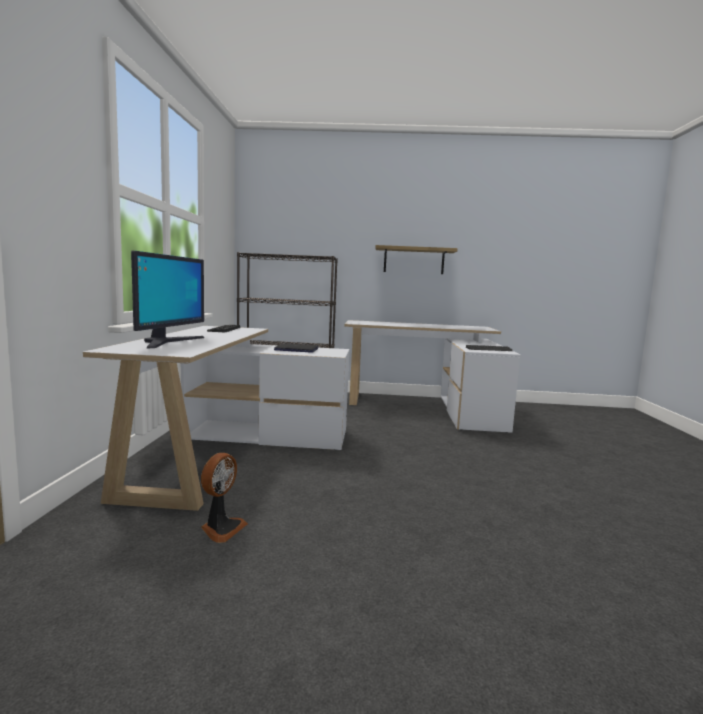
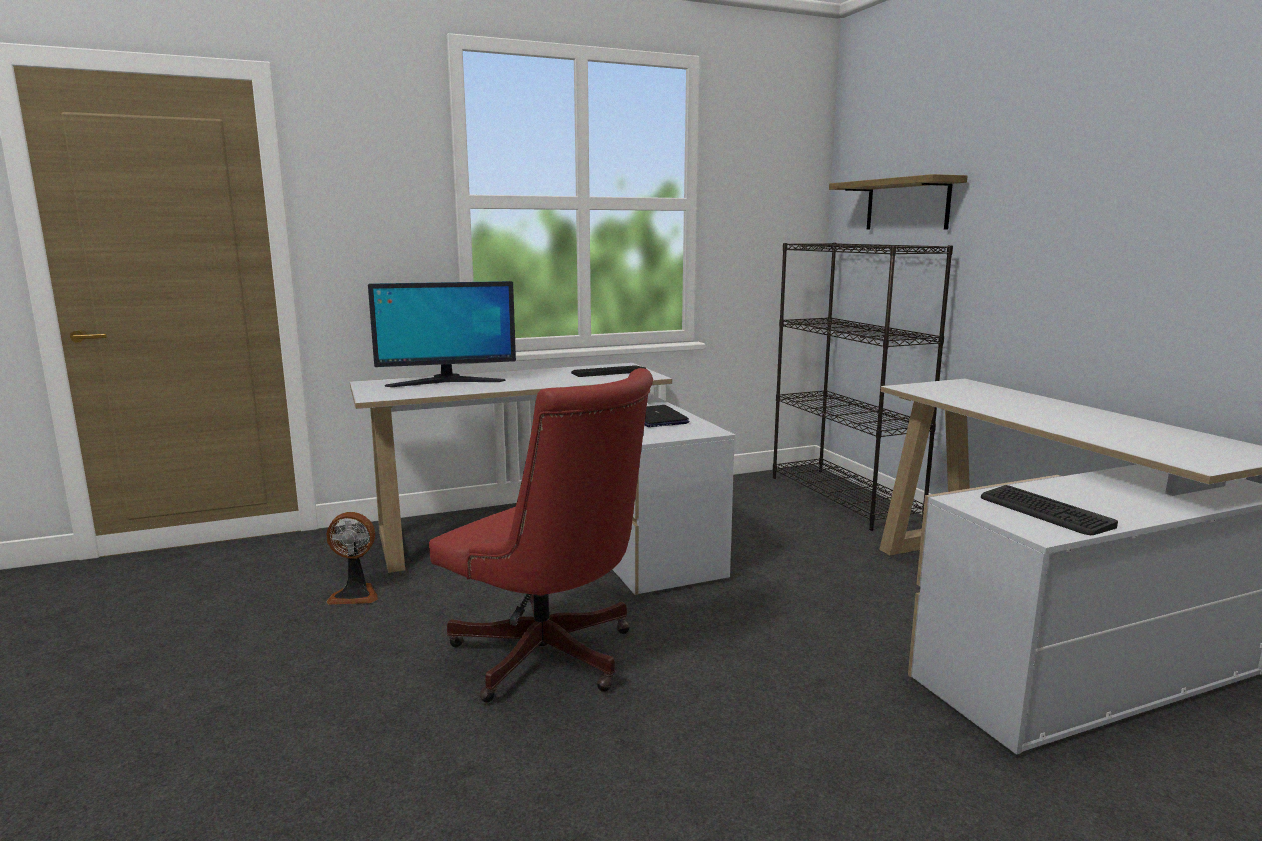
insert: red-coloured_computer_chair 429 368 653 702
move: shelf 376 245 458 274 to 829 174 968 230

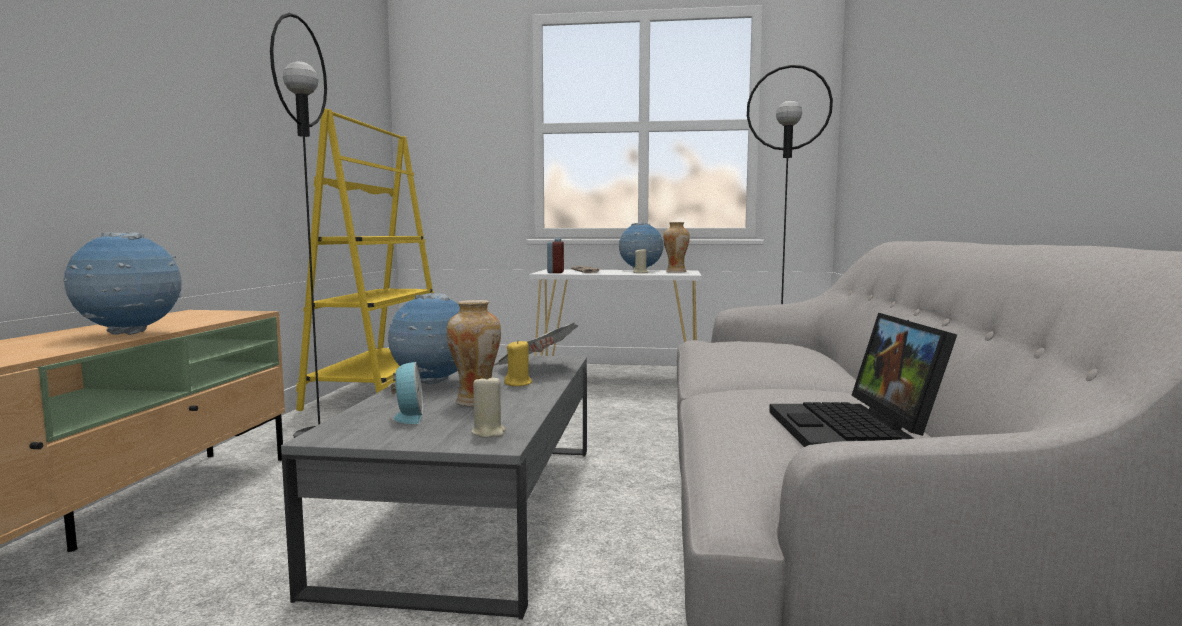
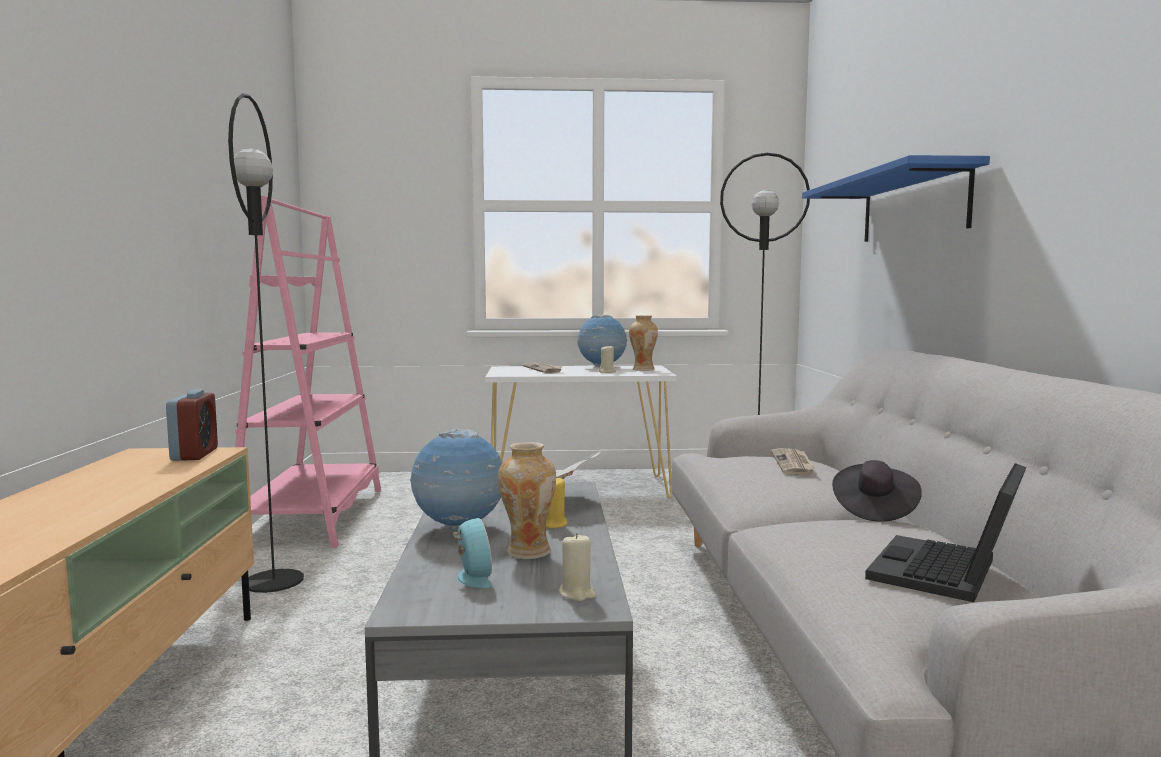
delete: globe 63 232 181 335
insert: printed_paper 771 448 815 475; bluish_shelf 802 155 990 242; black_hat 832 460 922 522
move: table_clock 547 238 564 273 to 166 389 218 461
recolor: yellow_bookshelf 296 109 434 411 to pinkish_bookshelf 235 195 381 548
rotate: portable_computer 769 313 957 447 = 865 463 1026 602 45 degrees clockwise

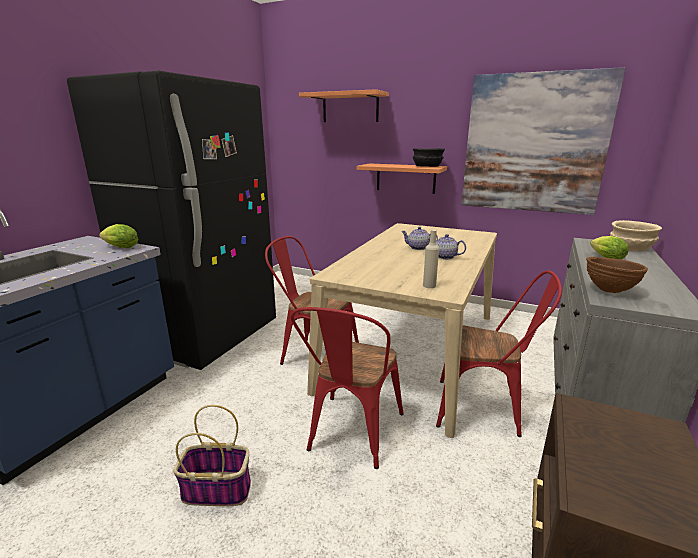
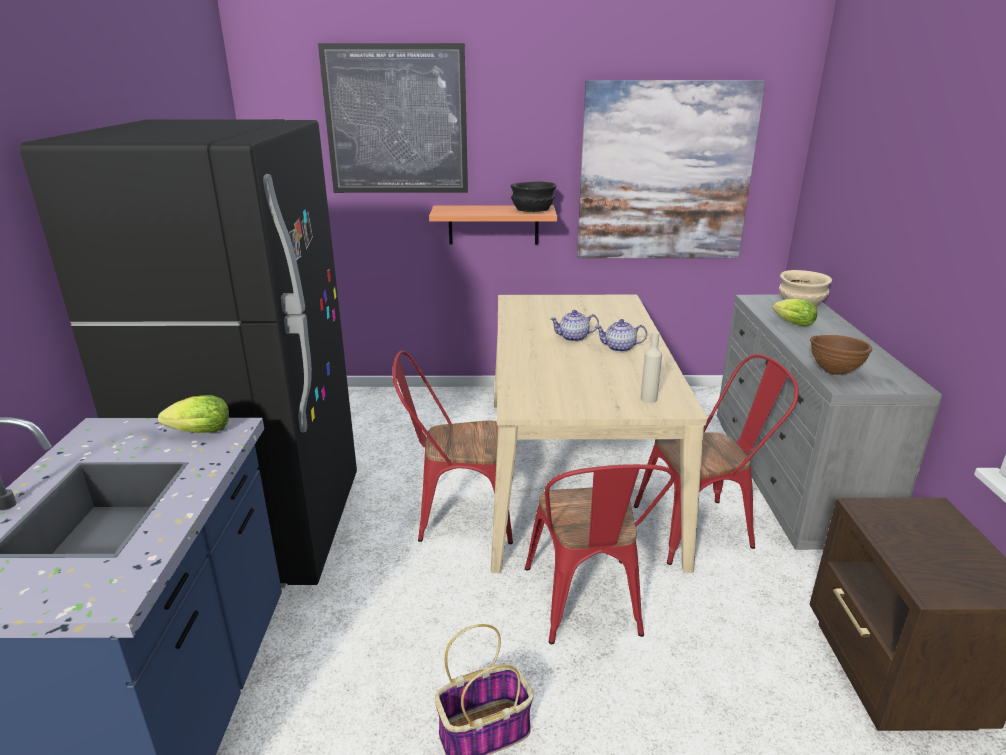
replace: shelf 299 89 389 122 to picture 318 43 468 193

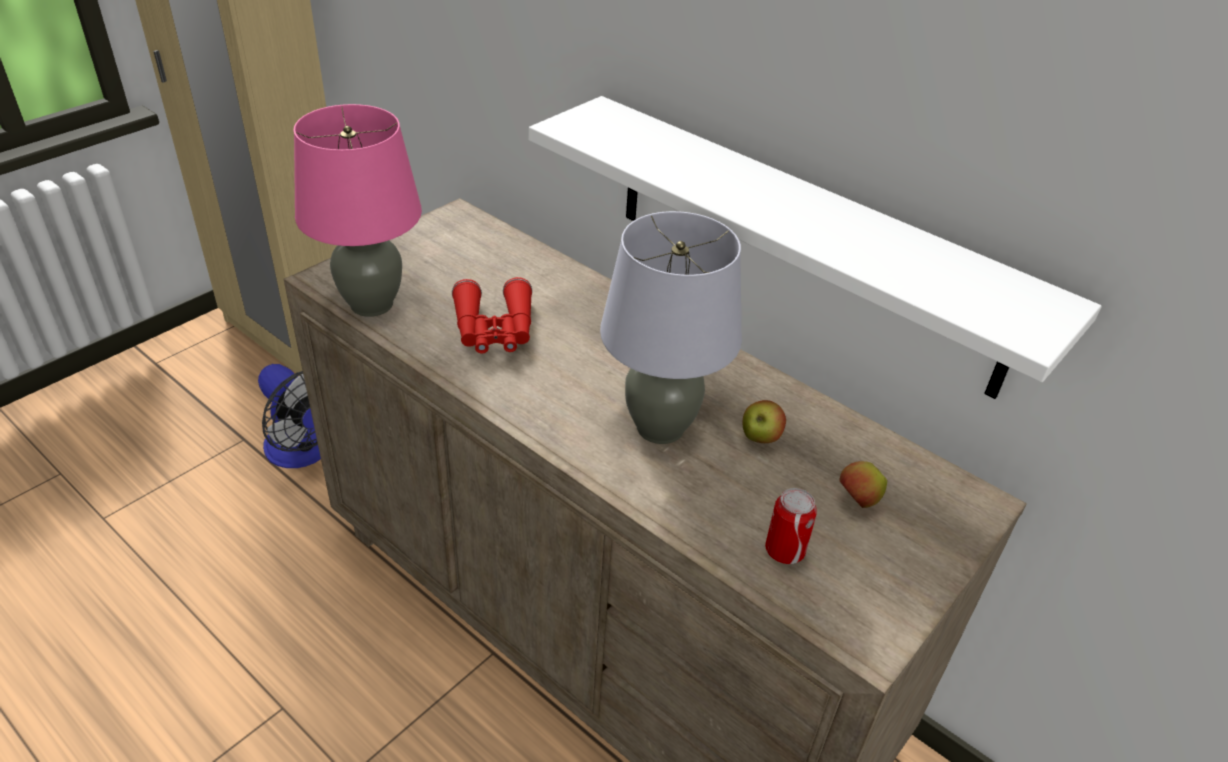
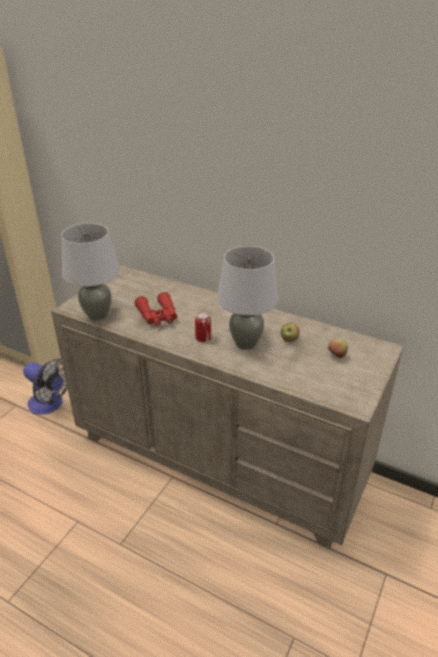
delete: white-coloured_shelf 529 96 1102 399
move: metal_can 765 488 817 564 to 195 312 211 342
recolor: pinkish_tabletop_lamp 293 104 422 317 to greyish_tabletop_lamp 61 223 120 320

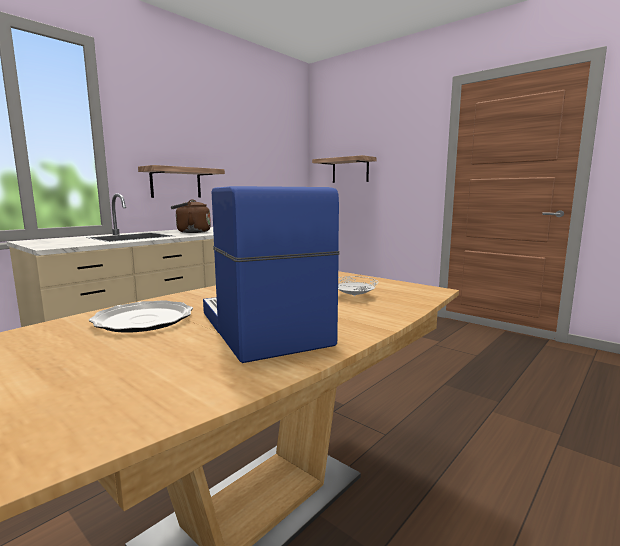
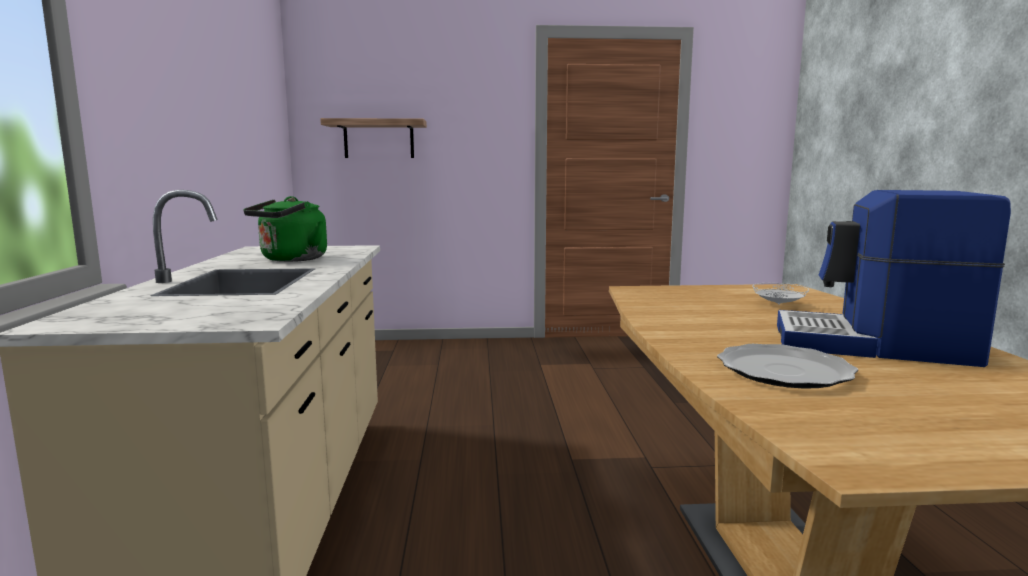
delete: shelf 138 165 225 198
recolor: brownish_water_kettle 171 199 211 233 to greenish_water_kettle 243 196 327 262

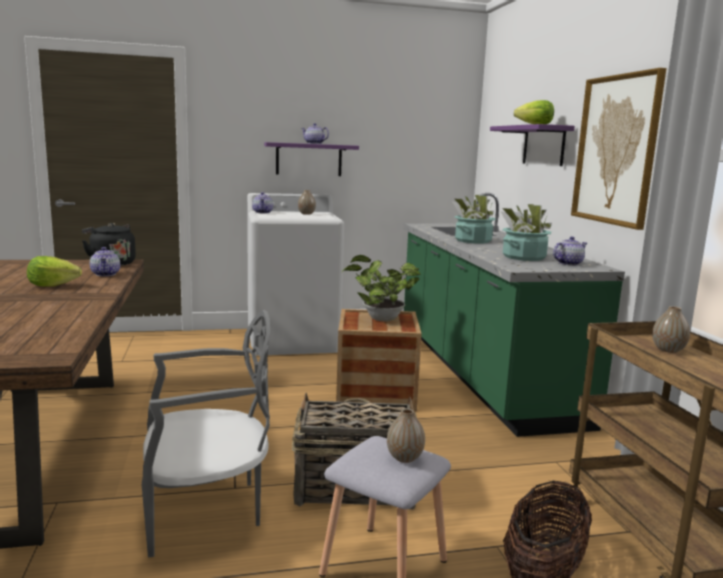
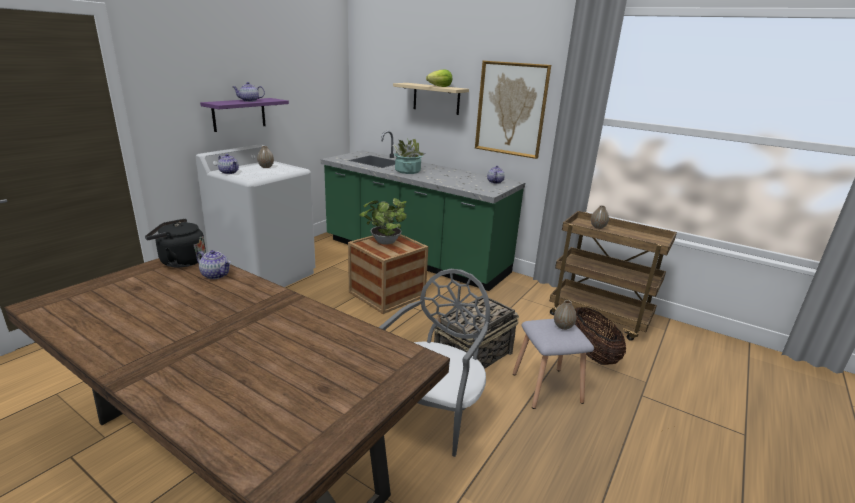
delete: lettuce_head 27 256 82 287; potted_plant 500 204 552 261
recolor: purplish_shelf 490 124 575 166 to beige_shelf 393 83 469 115

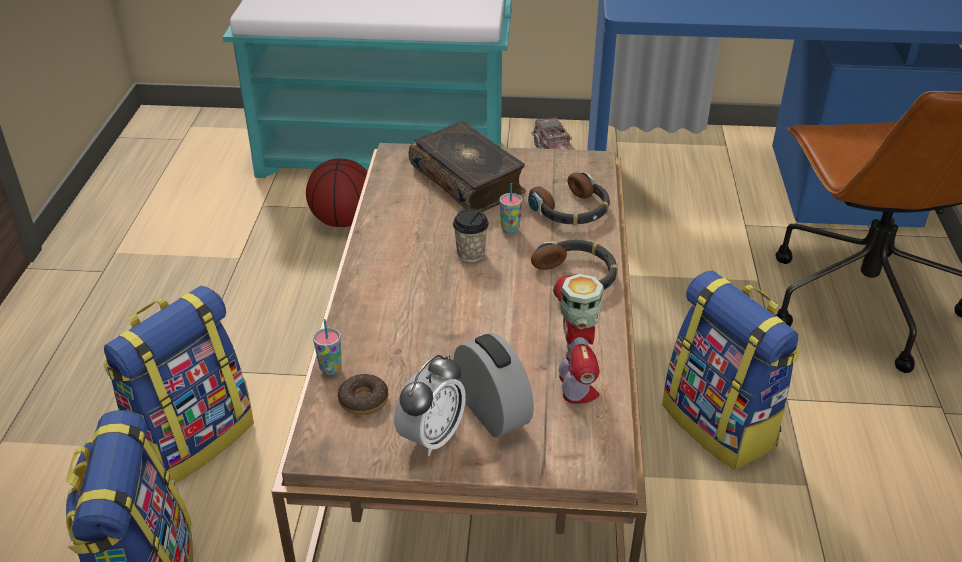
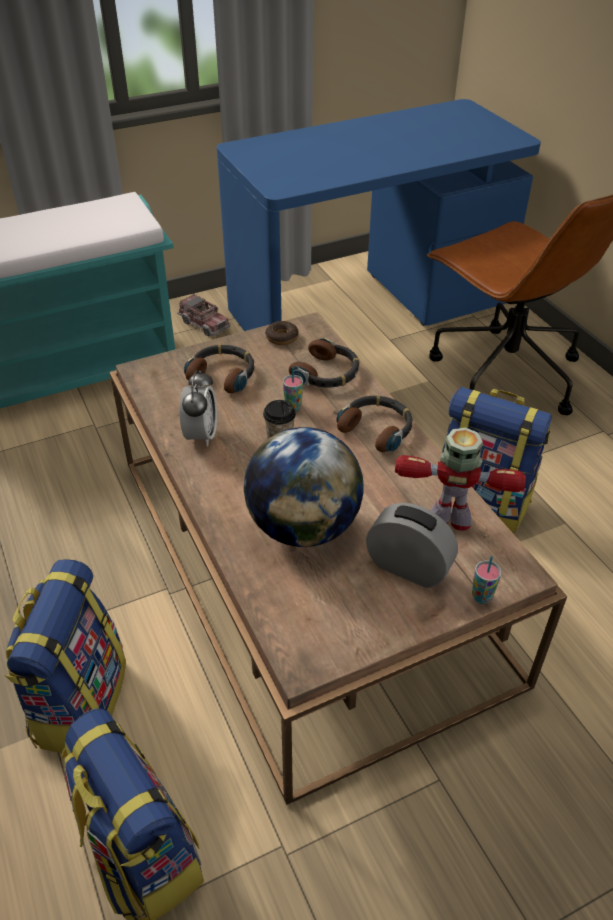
delete: ball_for_basketball 306 158 368 227
insert: globe 244 427 364 547
move: cup 313 319 342 375 to 472 556 502 604; donut 338 374 388 415 to 265 321 299 345; table_clock 394 355 466 456 to 179 370 217 447
replace: volume 409 121 526 212 to headphones 184 344 254 393
rotate: toy_robot 556 274 604 404 = 395 428 526 531 45 degrees counterclockwise

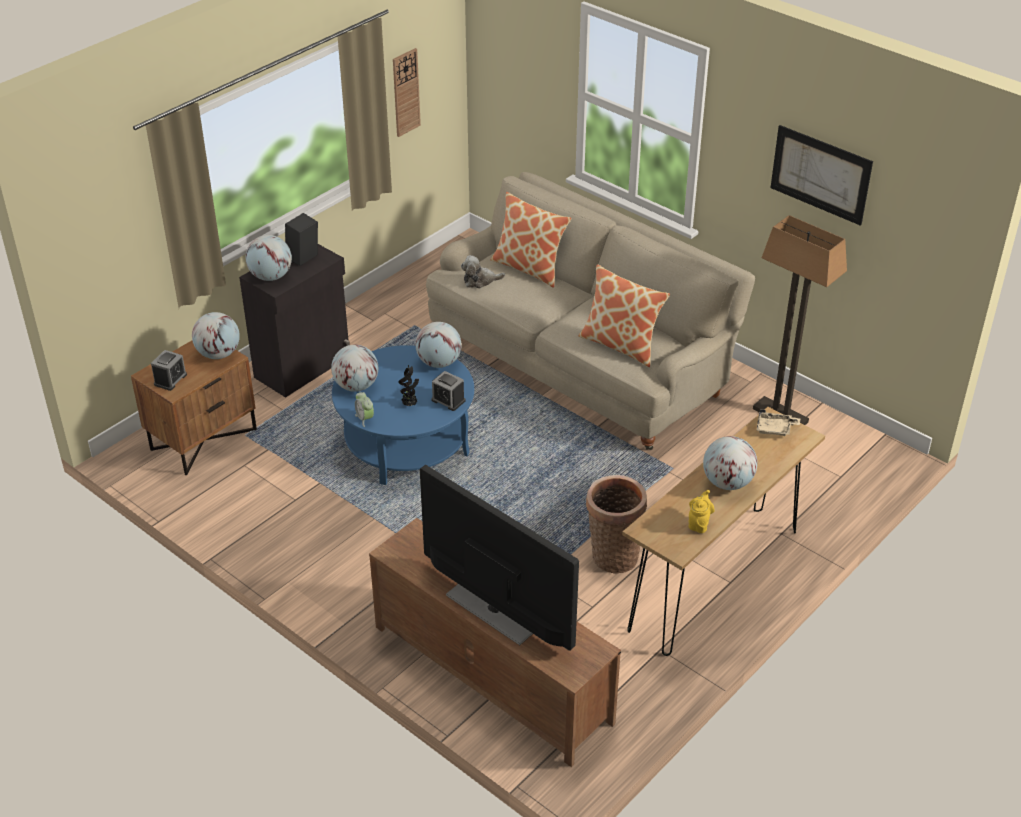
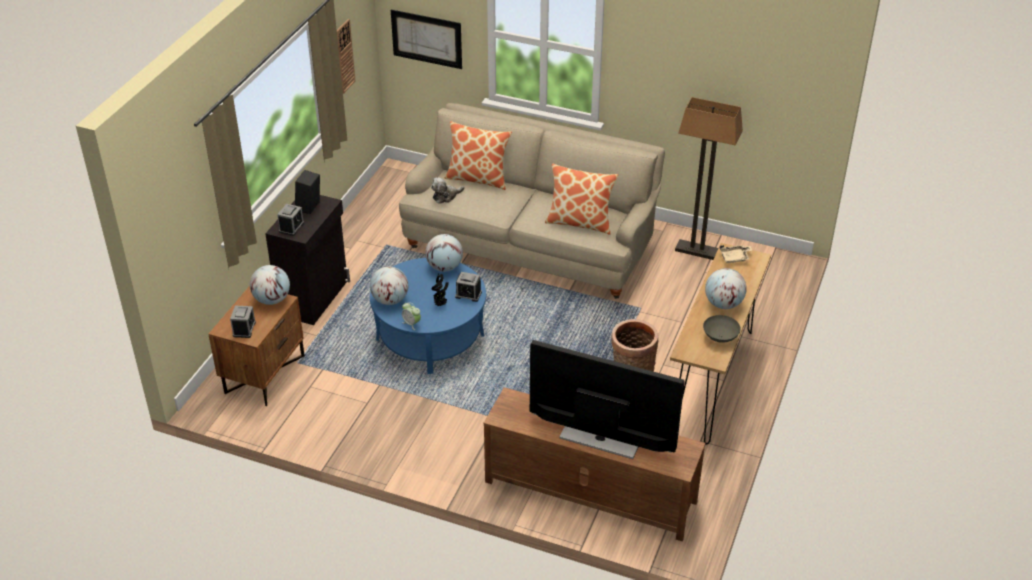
move: picture 771 125 873 226 to 391 10 462 69
replace: globe 246 235 292 281 to table_clock 277 204 304 236; yellow_teapot 689 490 715 533 to greyish_deep_dish 703 315 741 343

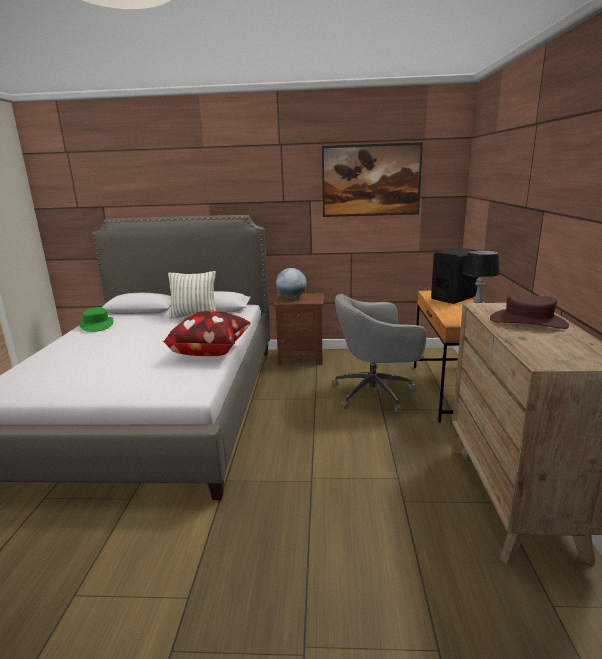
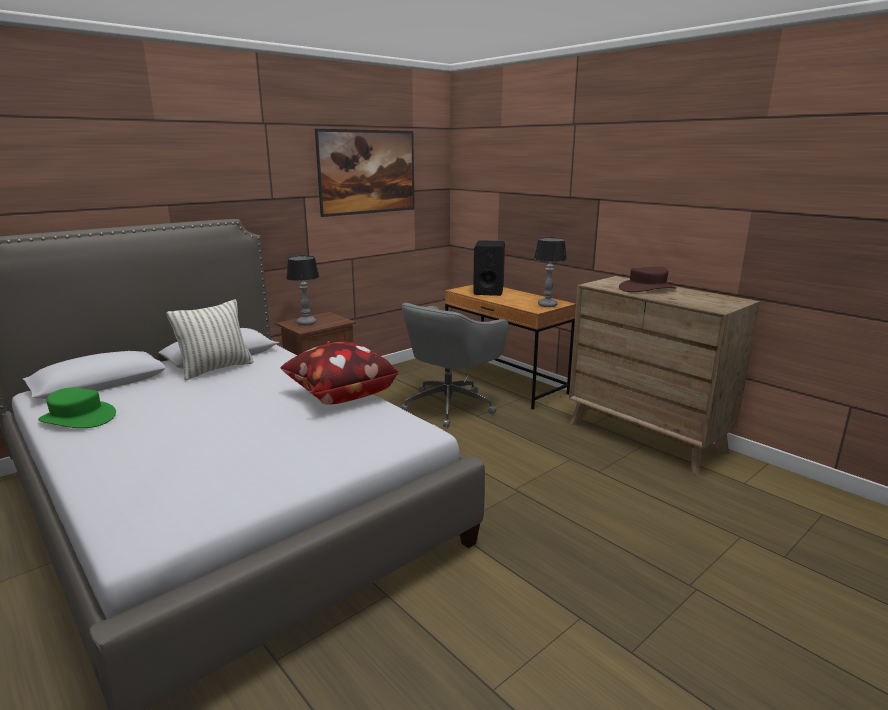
replace: globe 276 268 307 299 to tabletop_lamp 286 256 320 325

